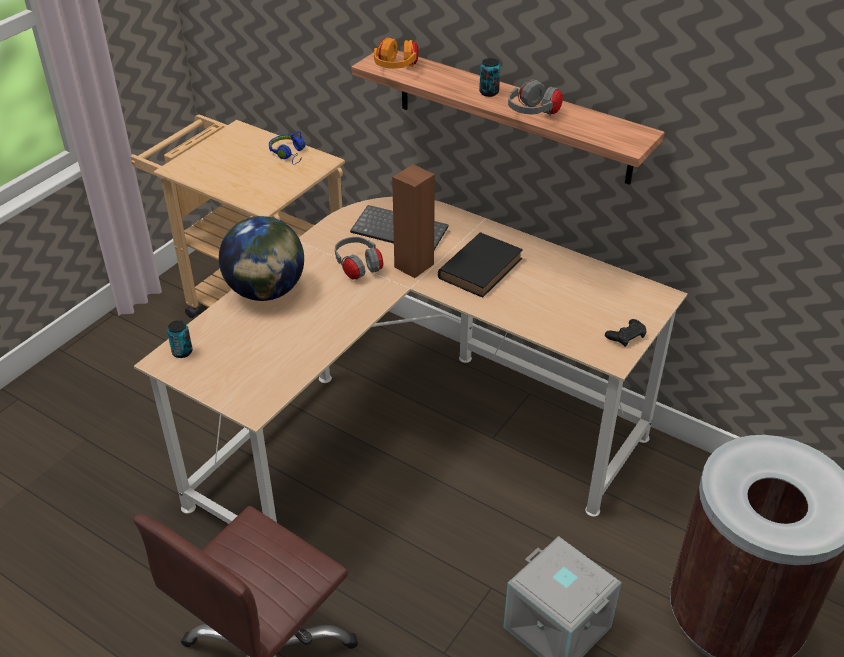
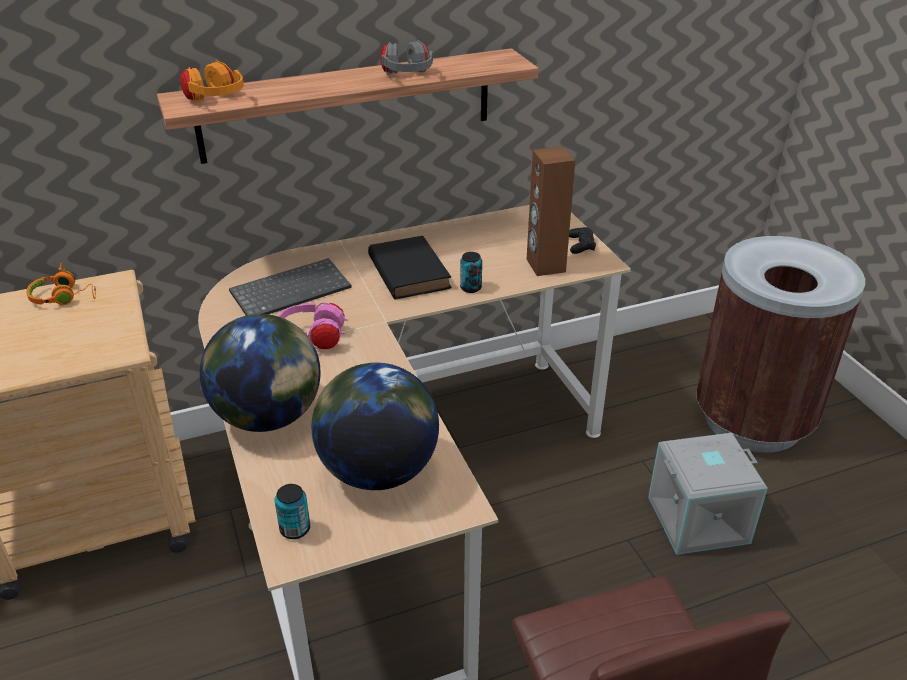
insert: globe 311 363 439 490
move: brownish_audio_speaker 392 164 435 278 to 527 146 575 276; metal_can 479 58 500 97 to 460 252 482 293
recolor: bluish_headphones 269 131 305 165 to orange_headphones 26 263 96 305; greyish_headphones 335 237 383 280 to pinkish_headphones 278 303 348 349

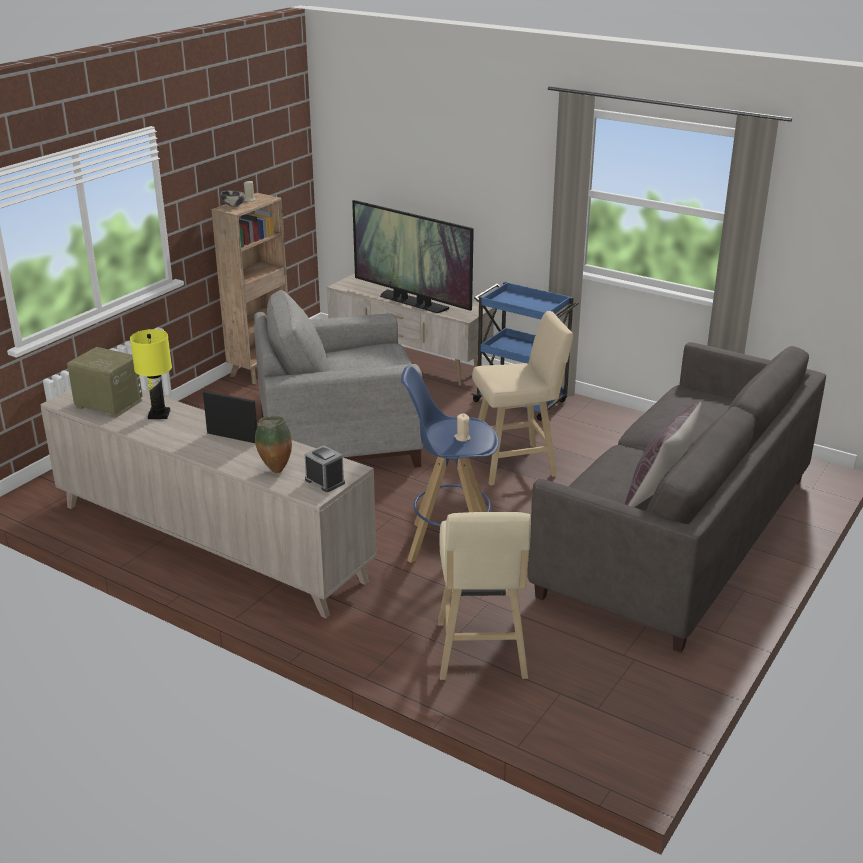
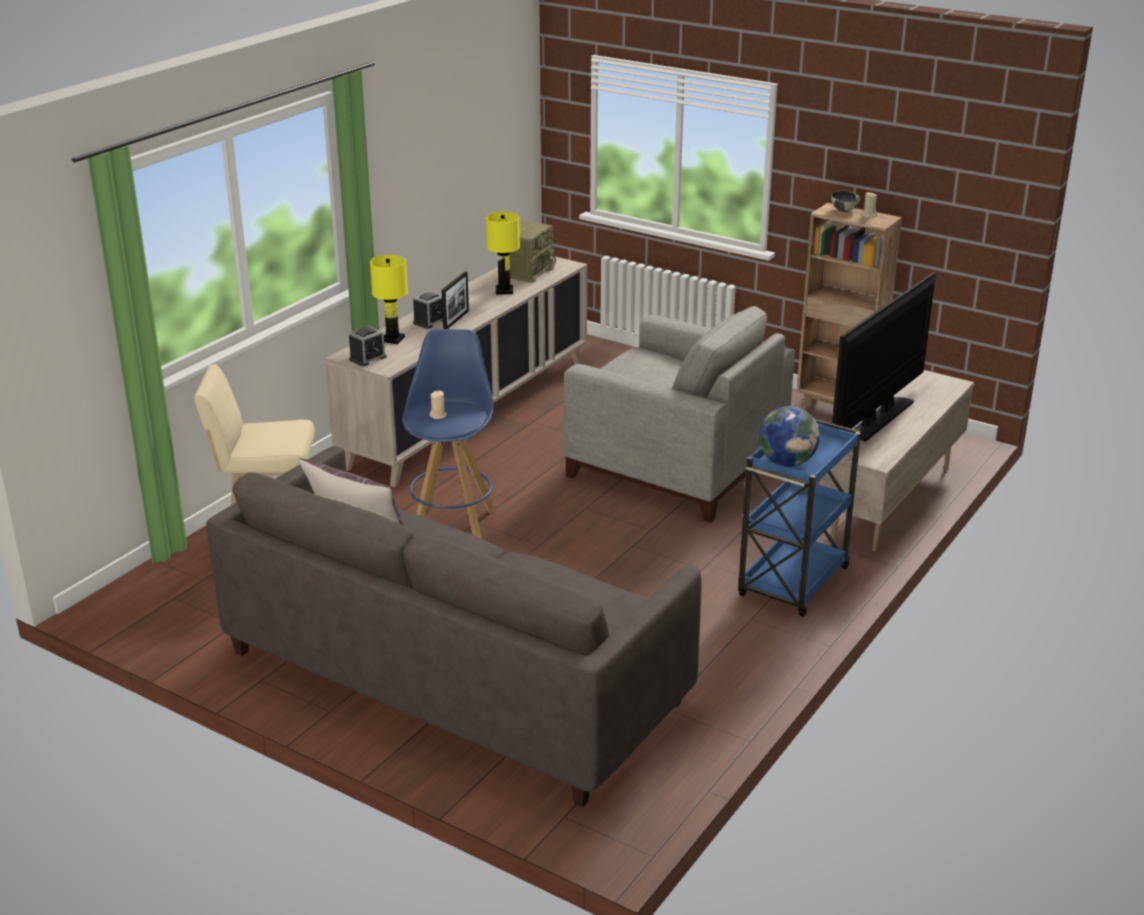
delete: beige_sitting_stool 472 311 573 485
insert: table_clock 413 291 443 329; globe 759 406 820 466
replace: flower_vase 255 416 292 473 to yellow_tabletop_lamp 370 255 408 344
rotate: greyish_easy_chair 254 290 423 468 = 564 306 795 523 135 degrees clockwise

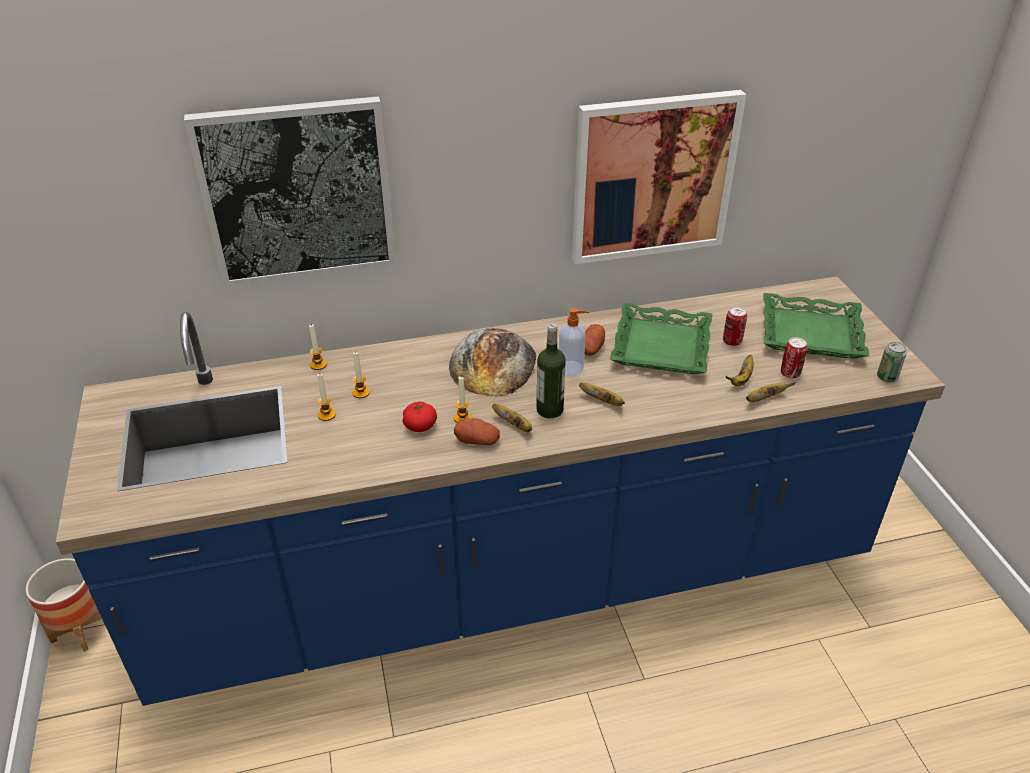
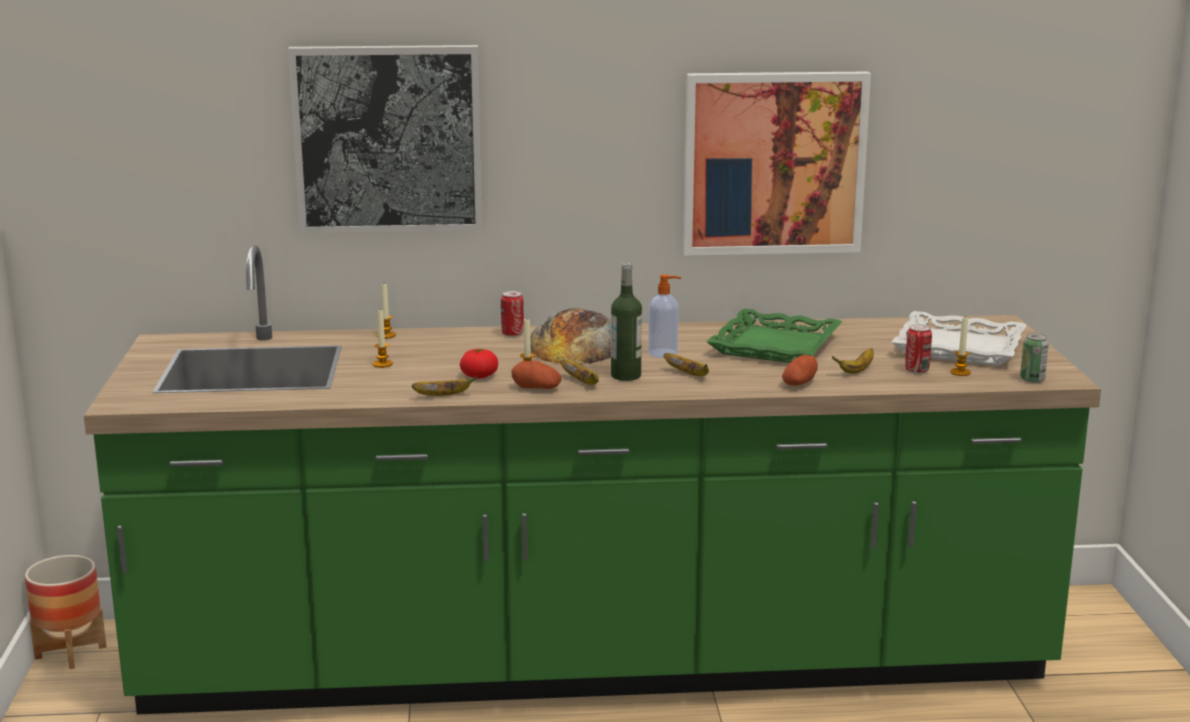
move: candle 352 351 370 398 to 950 318 971 376; spud 585 324 605 355 to 782 355 818 386; metal_can 723 306 747 346 to 501 291 524 337; banana_fruit 746 382 796 402 to 412 376 477 396
recolor: bluish_counter 56 277 945 706 to greenish_counter 84 245 1101 715; greenish_serving_tray 763 293 870 359 to white-coloured_serving_tray 892 311 1026 366

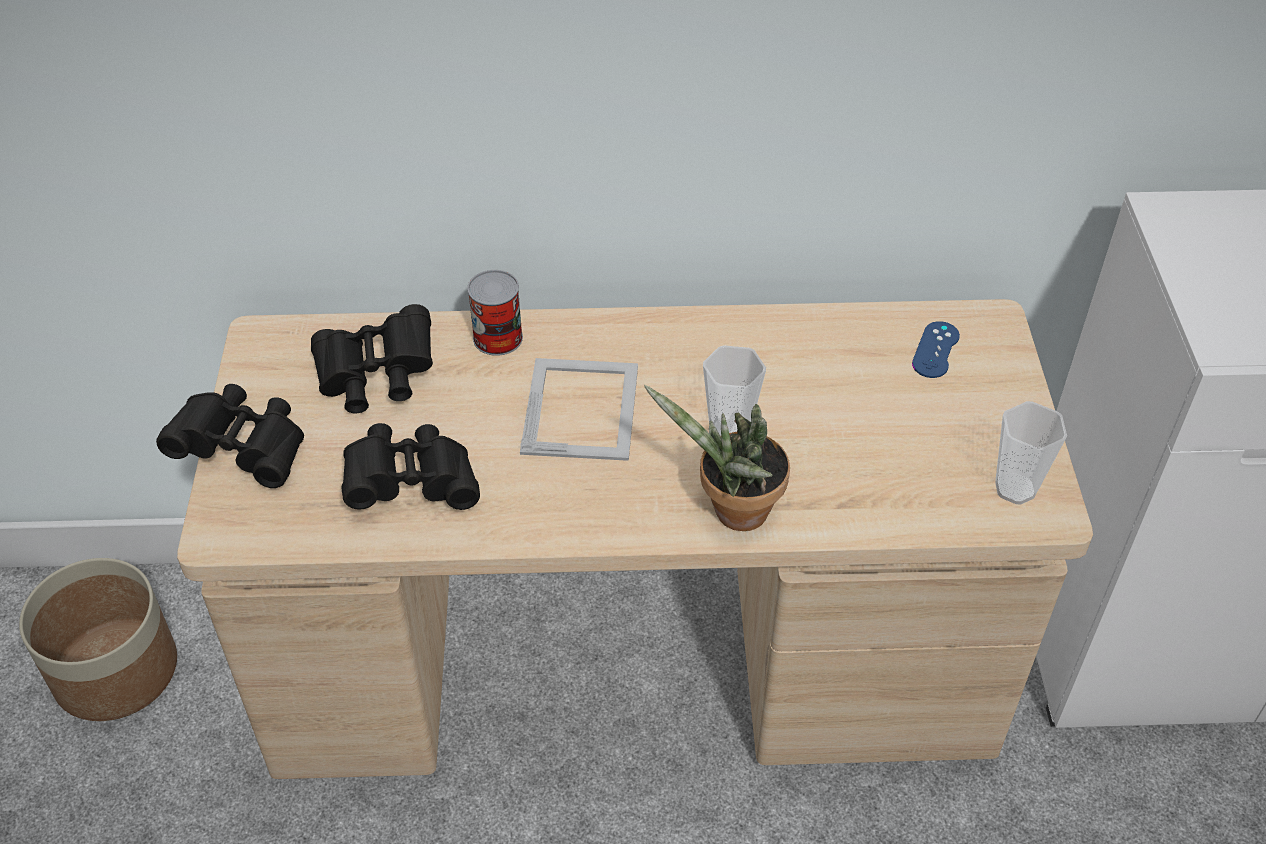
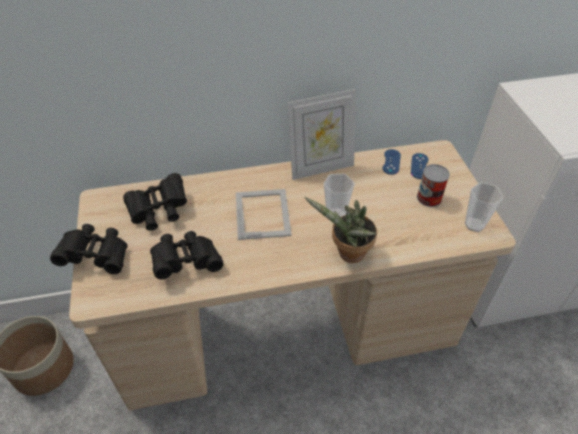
insert: picture_frame 288 89 356 180; bluish_joypad 382 149 401 175
move: metal_can 467 270 523 356 to 417 164 450 207

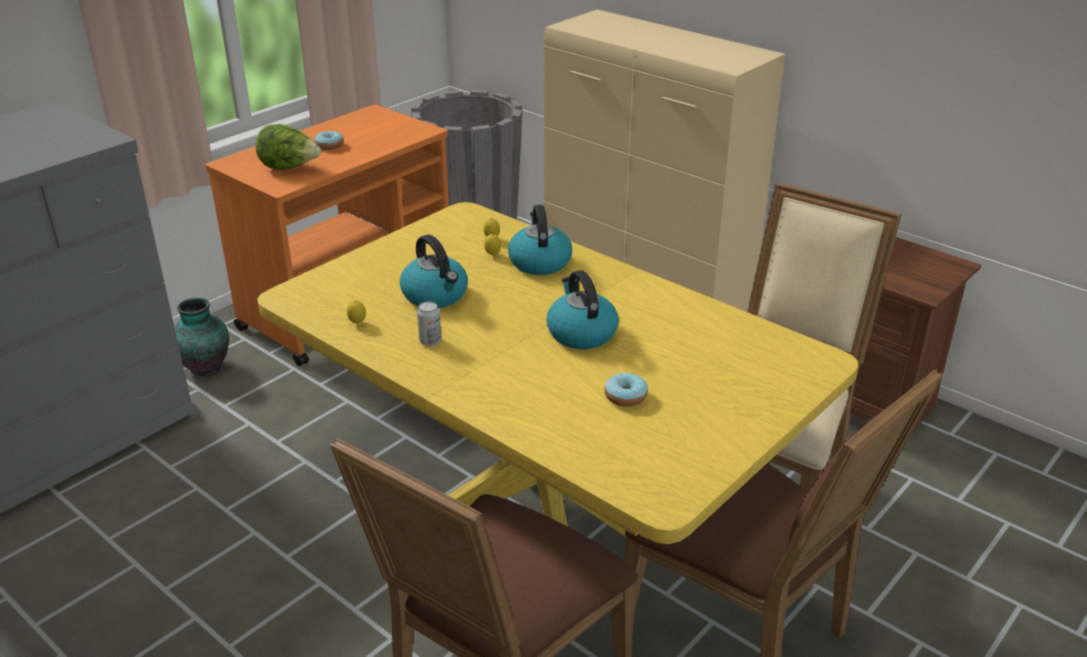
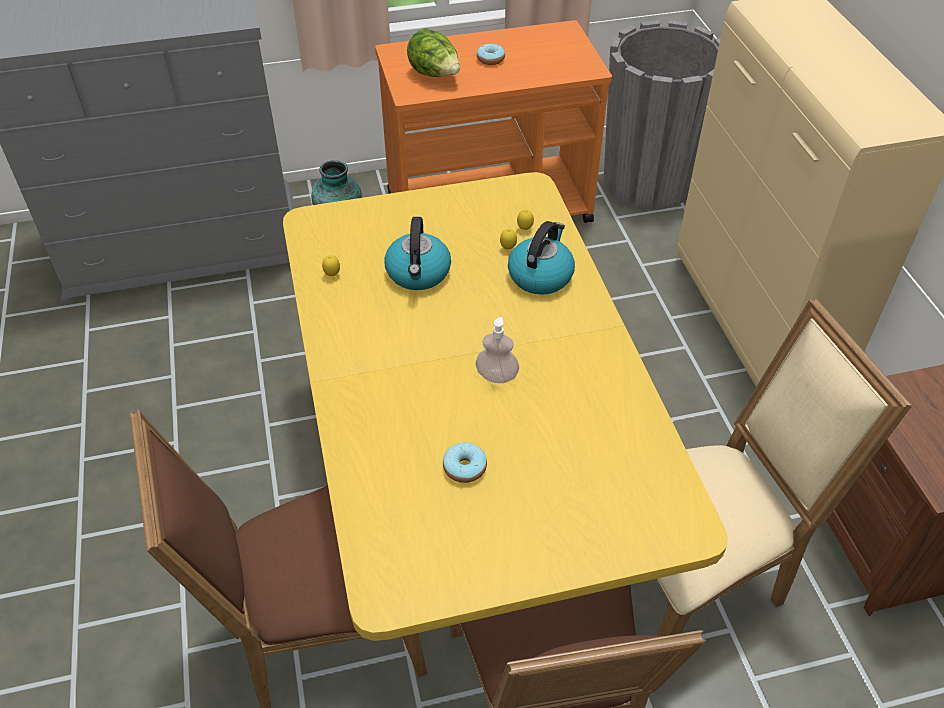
delete: metal_can 417 302 441 346
replace: water_kettle 547 270 619 349 to liquid_soap_bottle 475 317 519 383

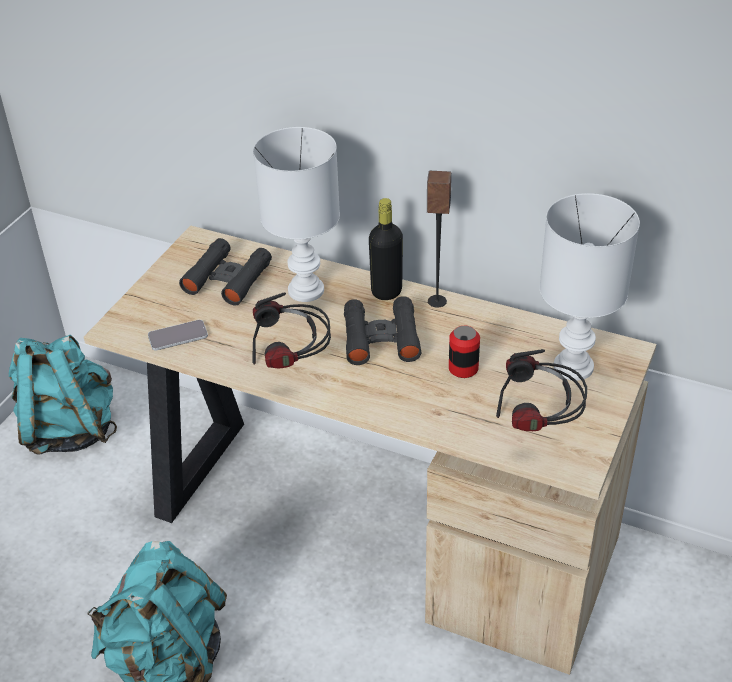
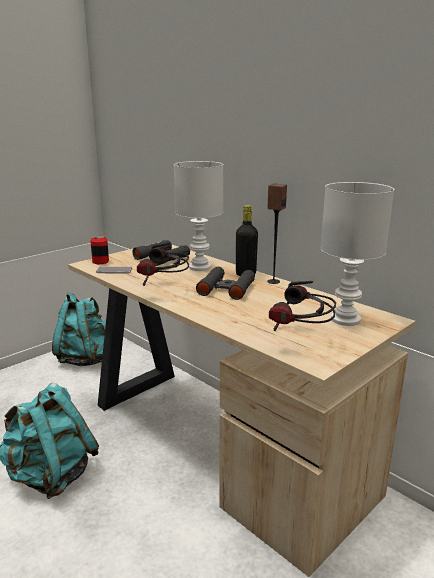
move: metal_can 449 326 480 378 to 90 235 109 264

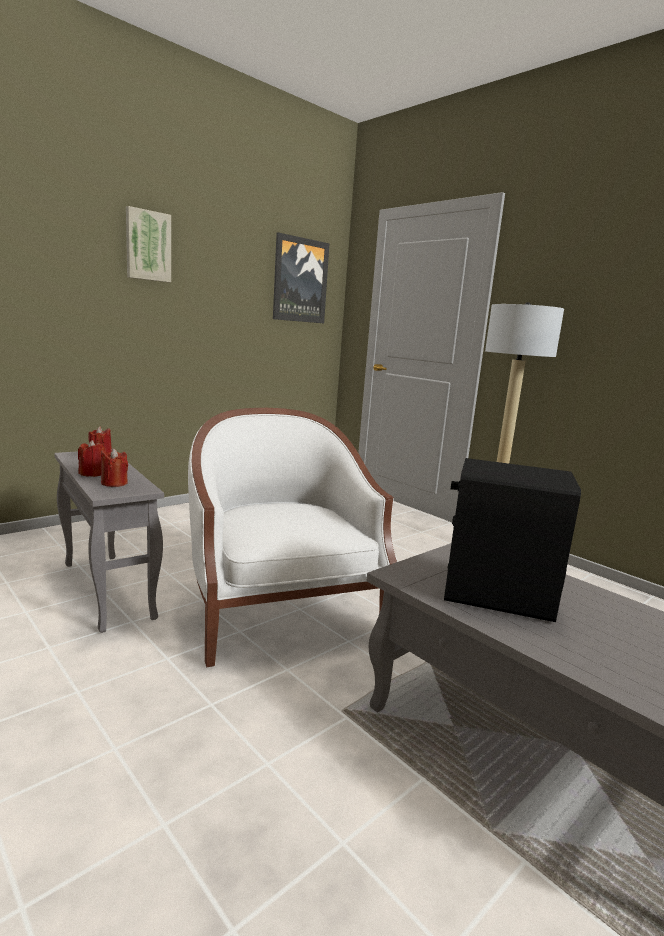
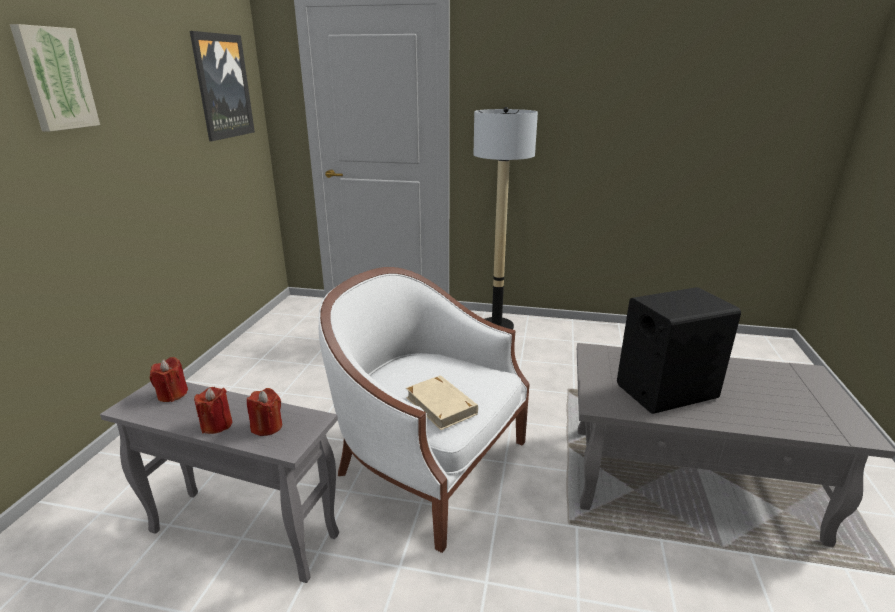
insert: beige_volume 406 375 478 430

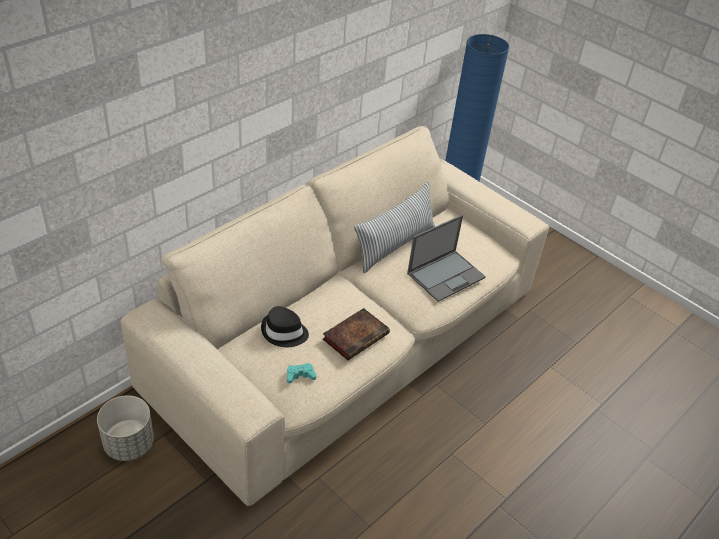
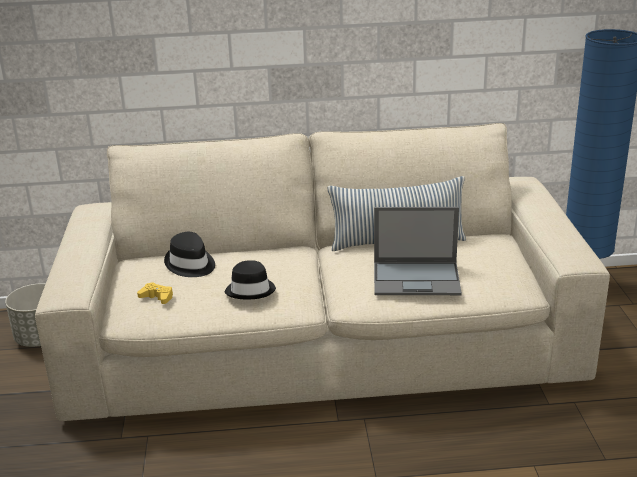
replace: volume 323 308 390 360 to black_hat 225 260 276 299
recolor: turquoise-coloured_joypad 287 363 316 383 to yellow_joypad 137 282 173 304

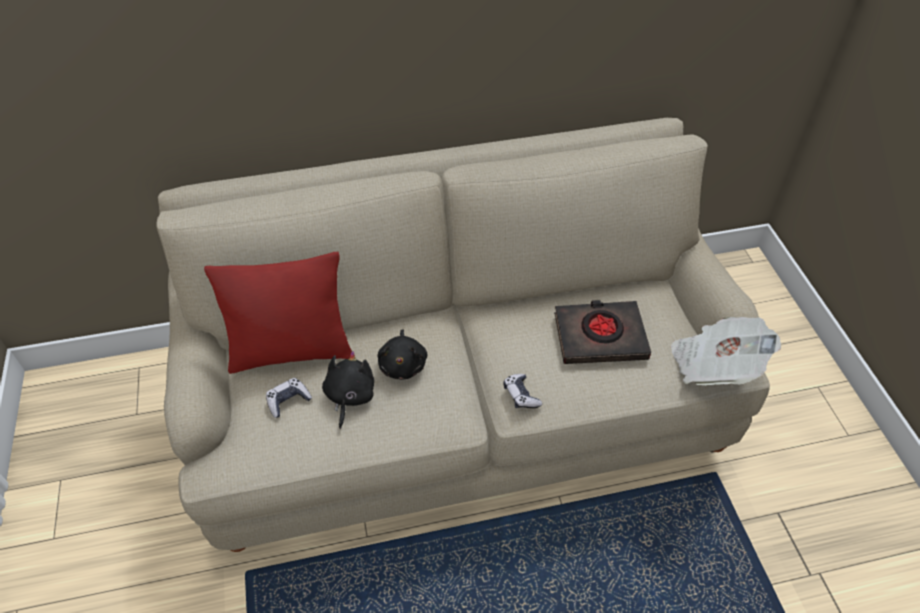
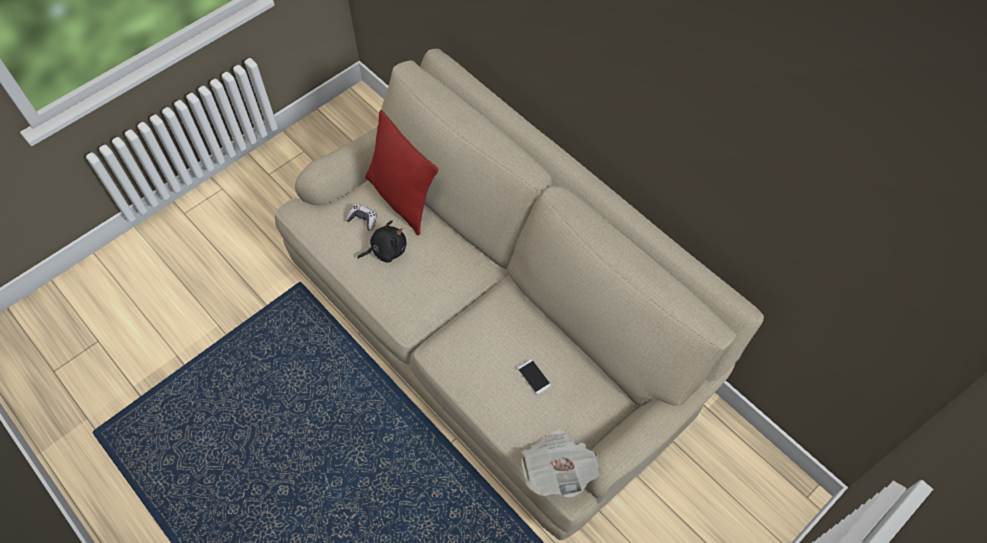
delete: black_soft_toy 377 329 427 380; joypad 504 374 542 408
replace: black_volume 554 300 651 364 to telephone 517 359 551 394

